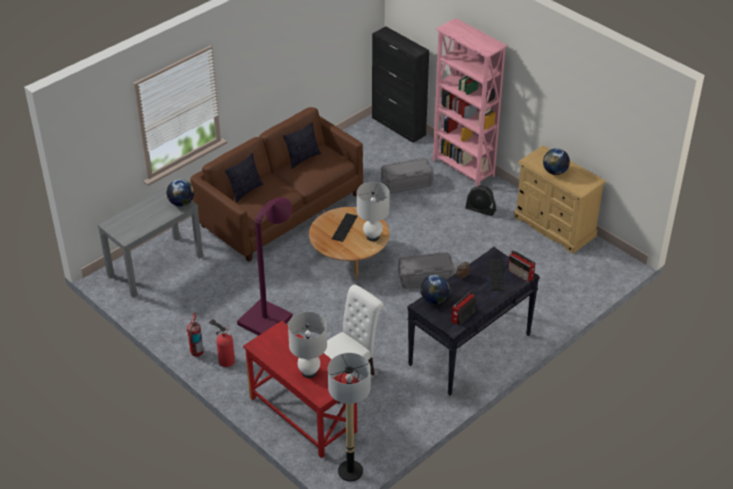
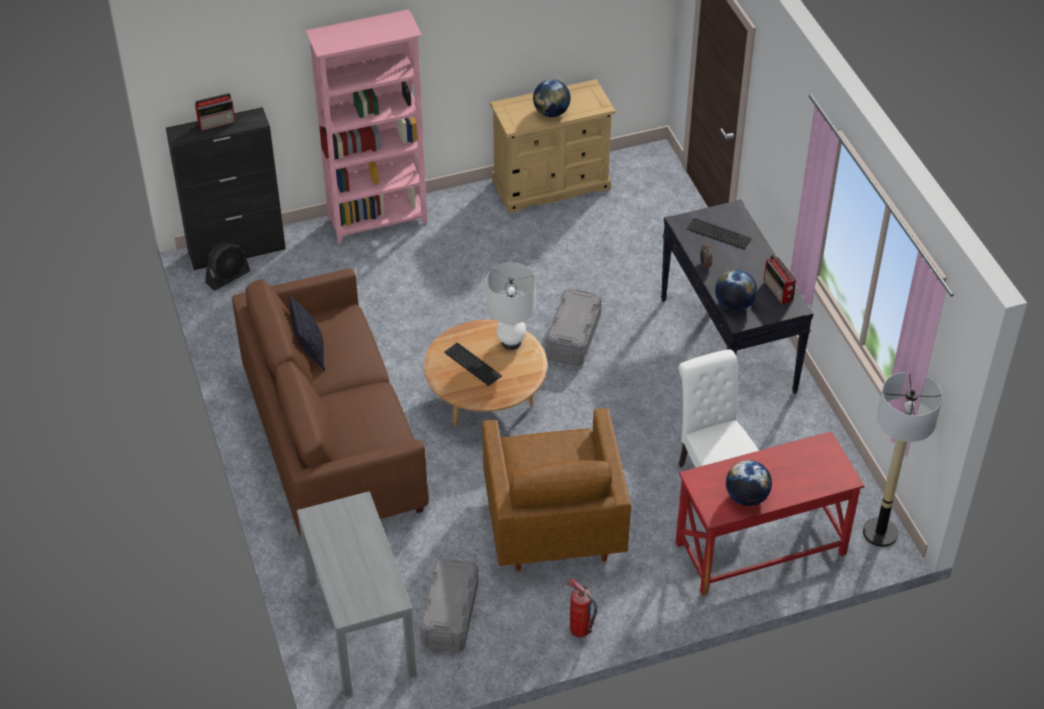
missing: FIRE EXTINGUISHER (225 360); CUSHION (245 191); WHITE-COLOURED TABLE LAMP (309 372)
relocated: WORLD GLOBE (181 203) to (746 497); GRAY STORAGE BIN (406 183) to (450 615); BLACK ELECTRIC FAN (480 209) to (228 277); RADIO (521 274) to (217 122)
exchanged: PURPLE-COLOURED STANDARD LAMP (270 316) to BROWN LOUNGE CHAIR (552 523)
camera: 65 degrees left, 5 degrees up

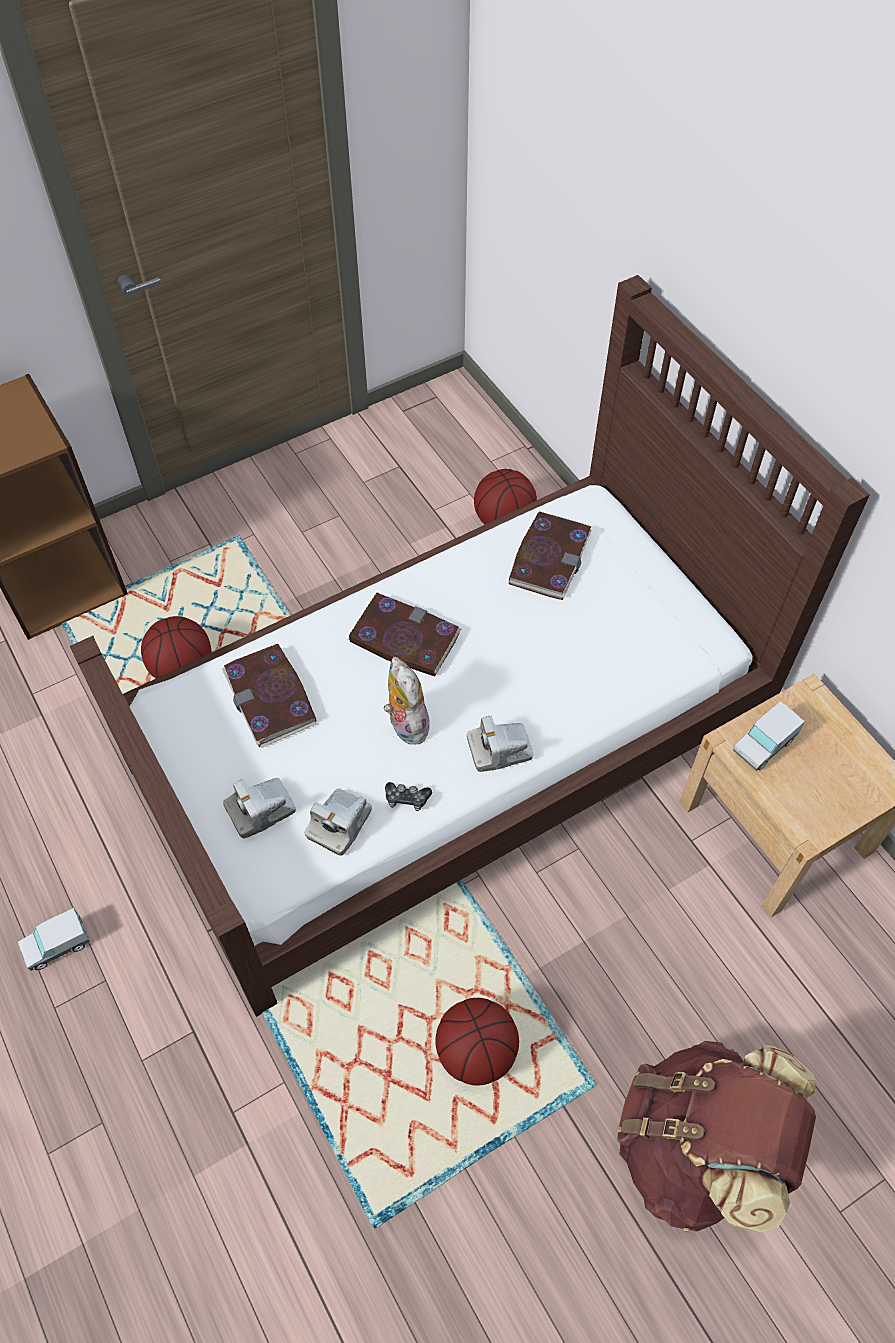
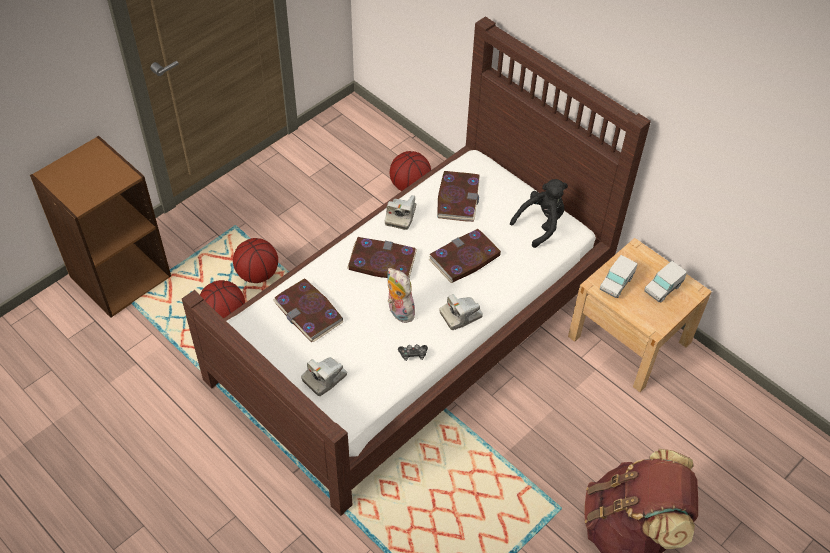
appeared: BOUND BOOK (464 258); BLACK PLUSH TOY (541 224)
relocated: TOY LORRY (57 946) to (663 289); STILL CAMERA (339 824) to (400 216); BASKETBALL BALL (476 1051) to (258 273)
camera: 15 degrees left, 5 degrees down

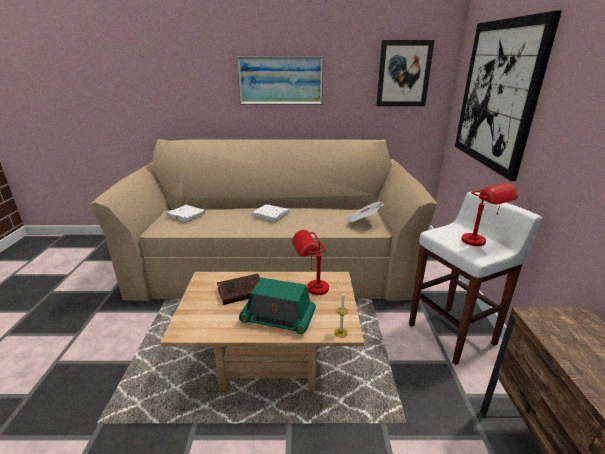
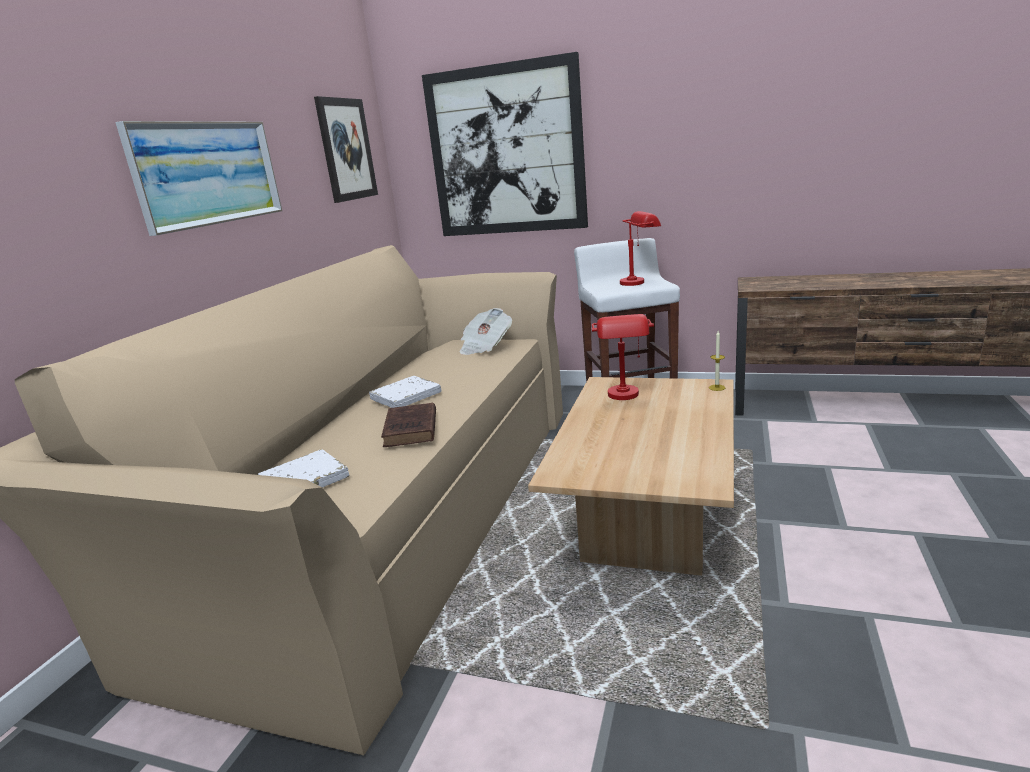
missing: RADIO (278 318)
relocated: BROWN BOUND BOOK (240 292) to (411 430)
camera: 70 degrees left, 5 degrees down

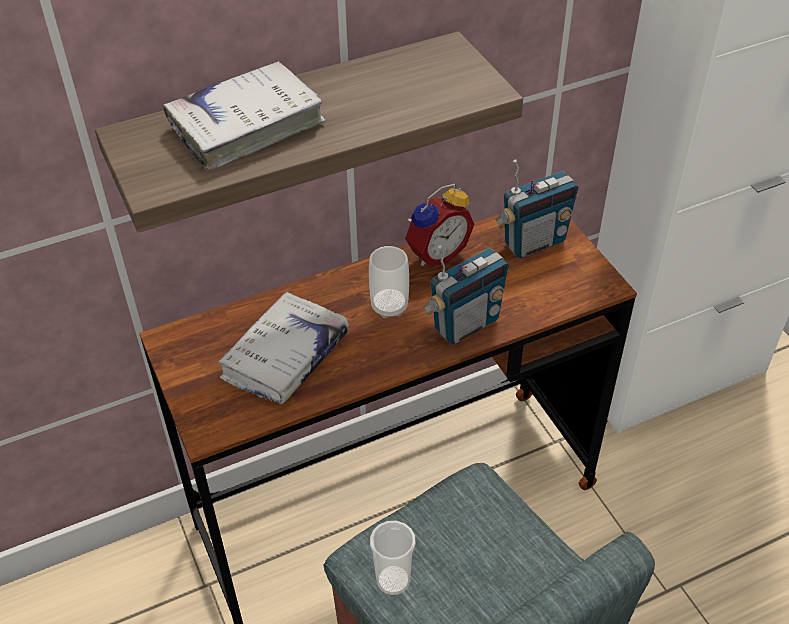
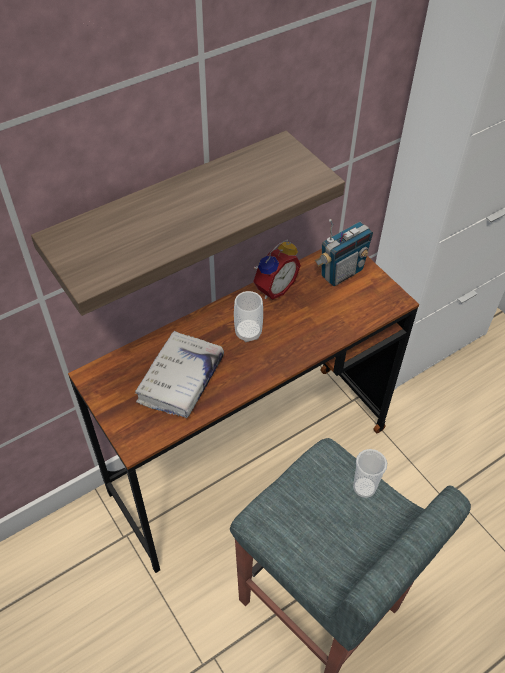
missing: WHITE-COLOURED BOUND BOOK (246 125); RADIO (465 324)
relocated: DRINKING CUP (393 580) to (364 487)
camera: 10 degrees left, 5 degrees up

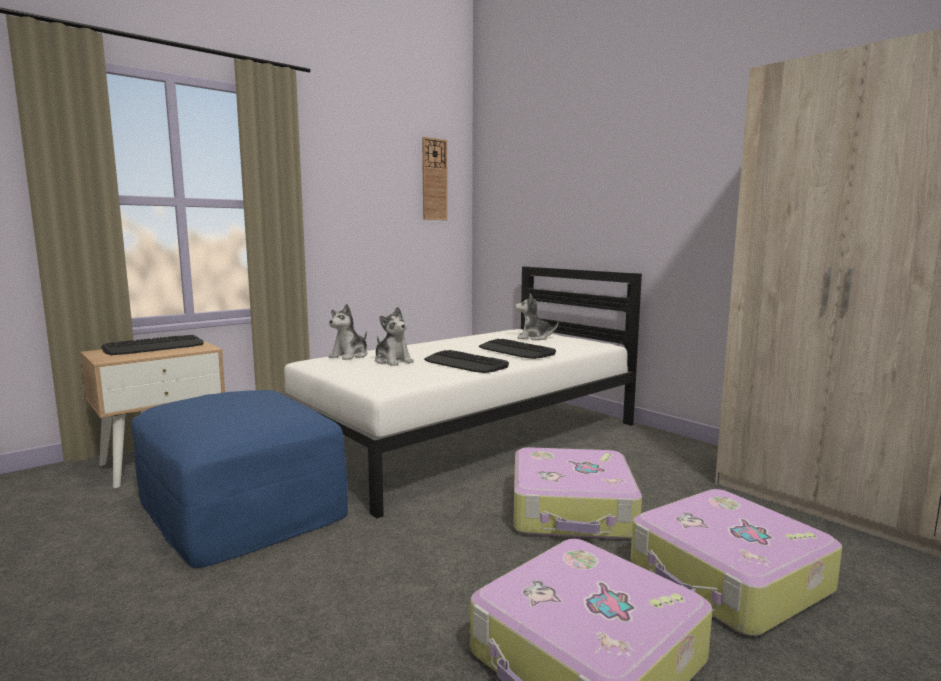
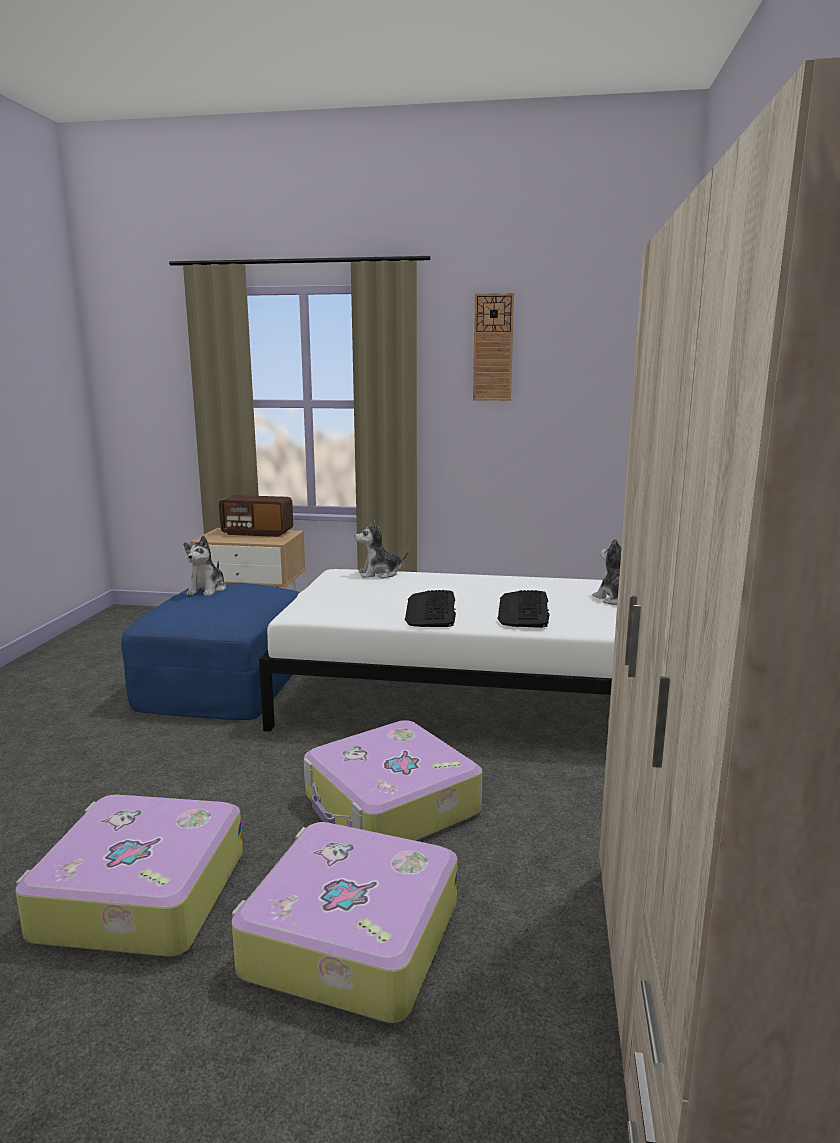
relocated: PLUSH TOY (393 361) to (207 590); CLOCK ON THE WALL (434 179) to (493 347)
exchanged: COMPUTER KEYBOARD (155 347) to RADIO (257 533)
camera: 50 degrees right, 5 degrees up

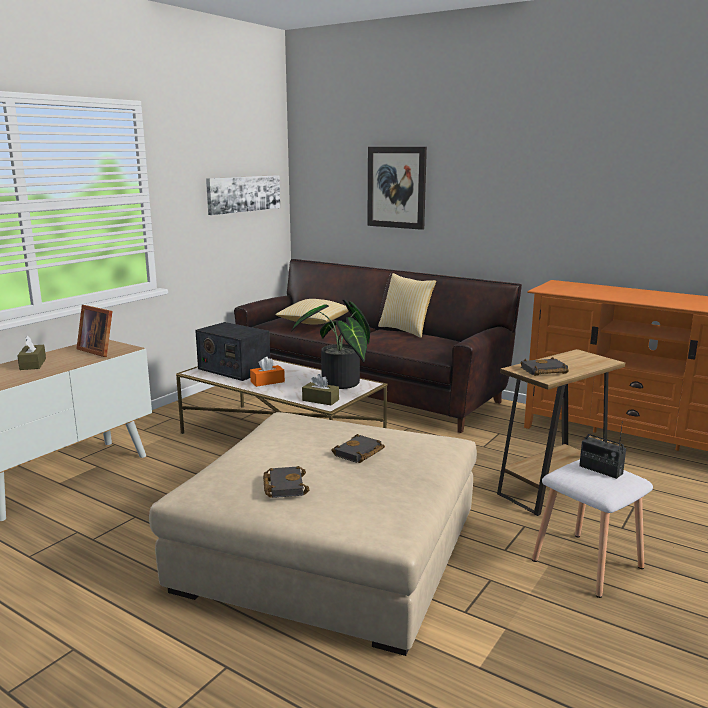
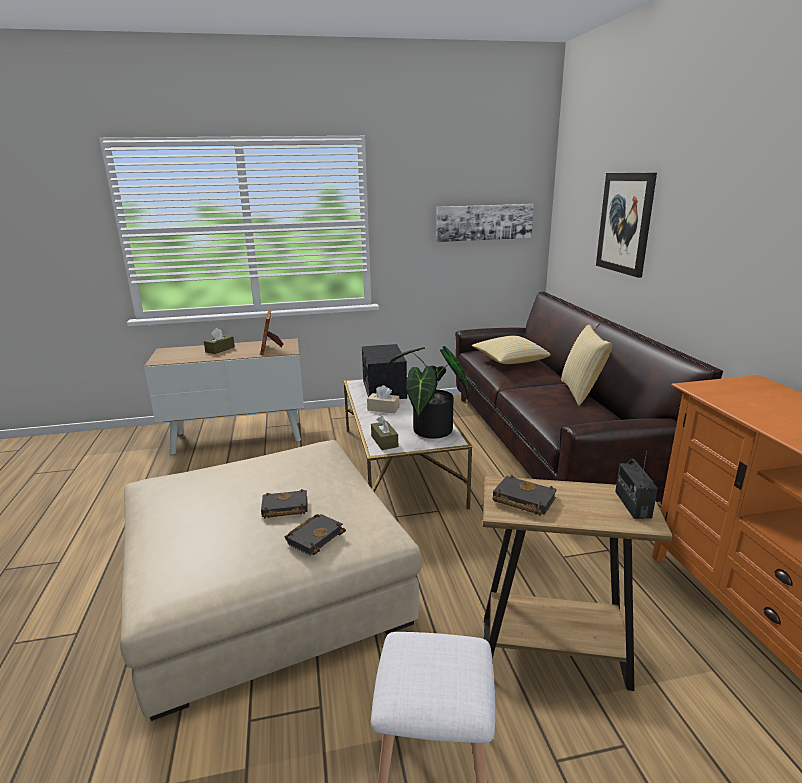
relocated: BLACK BOUND BOOK (283 486) to (315 536); RADIO (600 470) to (632 504)
colour: ORANGE-COLOURED TISSUE BOX (267 382) to BEIGE TISSUE BOX (383 408)
camera: 45 degrees right, 5 degrees up

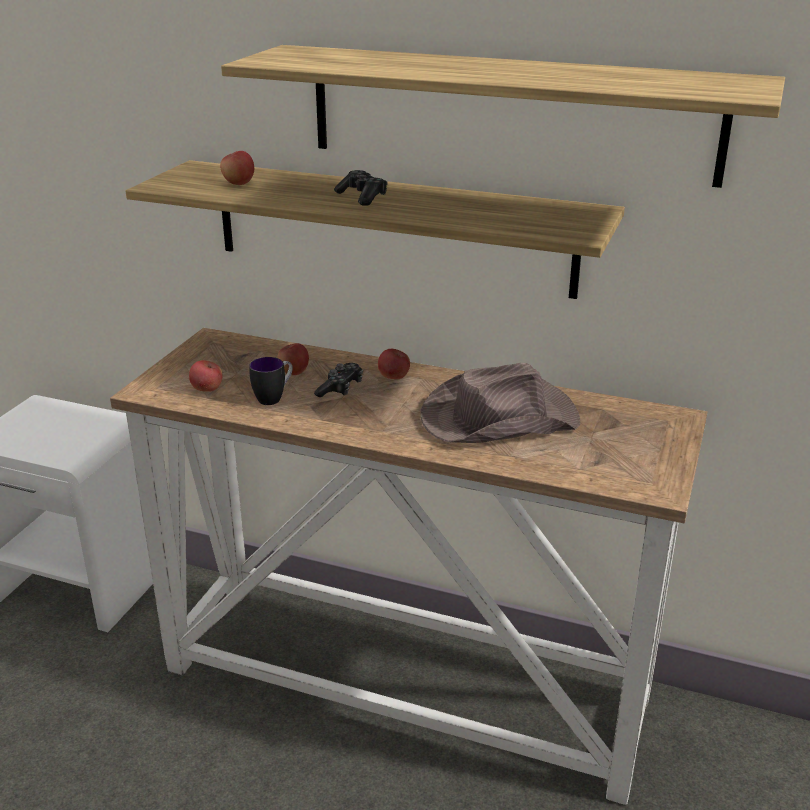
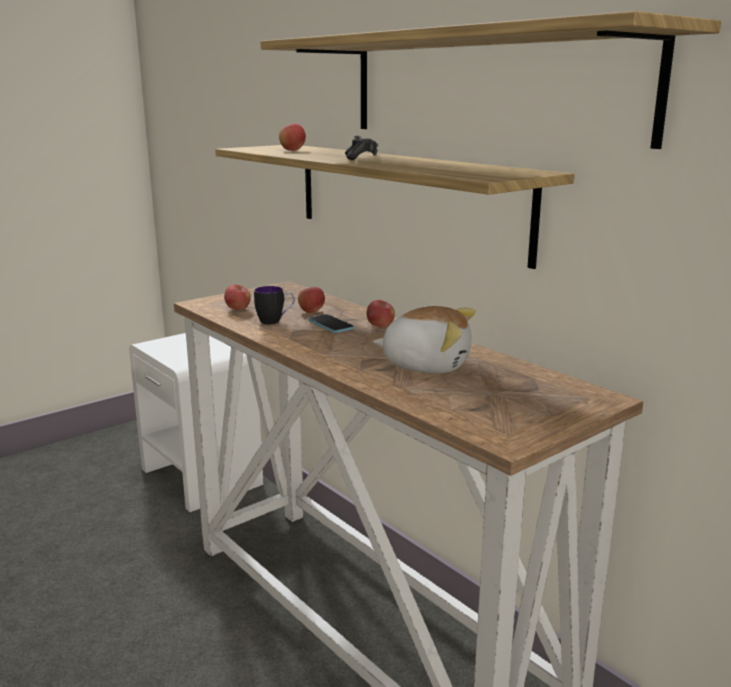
exchanged: JOYPAD (341 388) to TELEPHONE (330 325); BROWN WEARABLE HAT (497 419) to PLUSH TOY (426 364)
camera: 30 degrees right, 10 degrees down

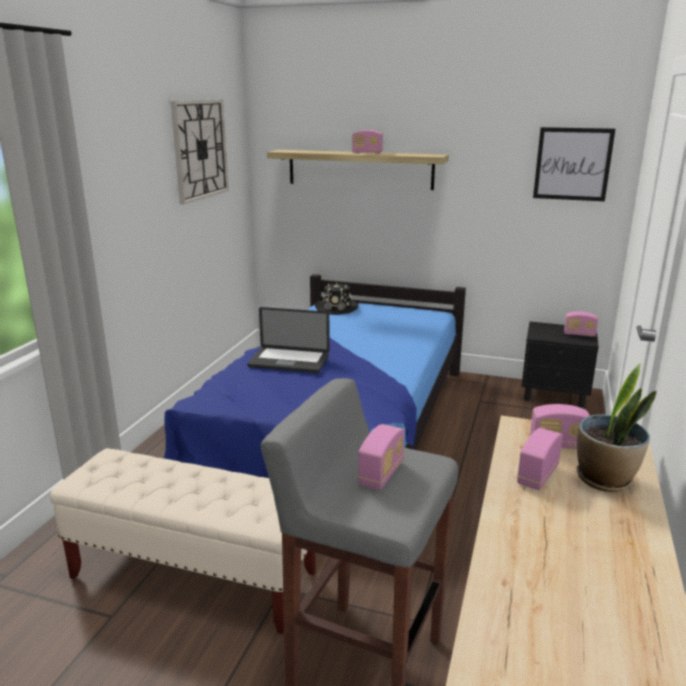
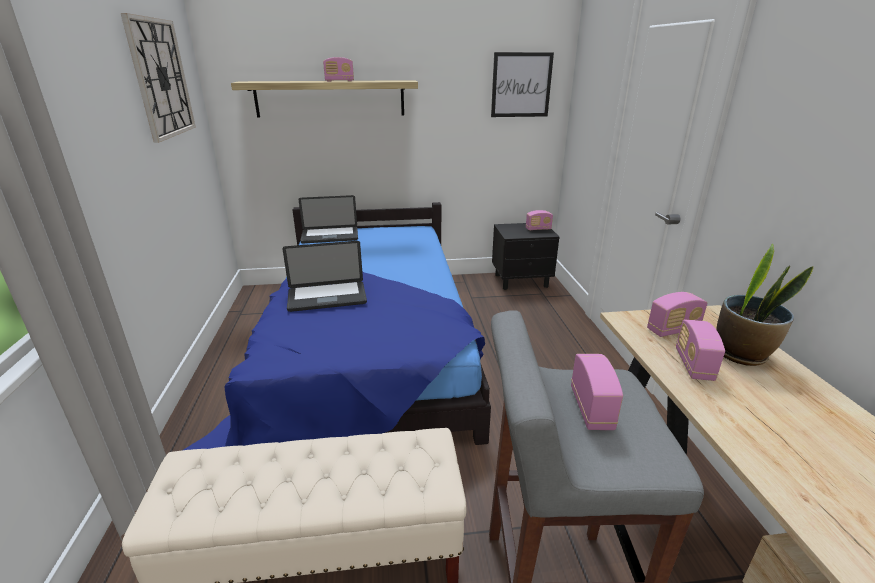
exchanged: BLACK WEARABLE HAT (337 308) to PORTABLE COMPUTER (330 236)
camera: 25 degrees left, 5 degrees up

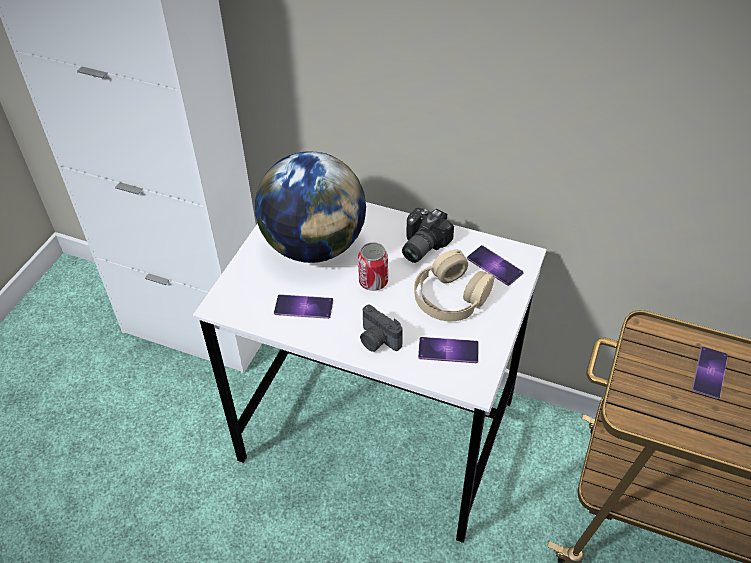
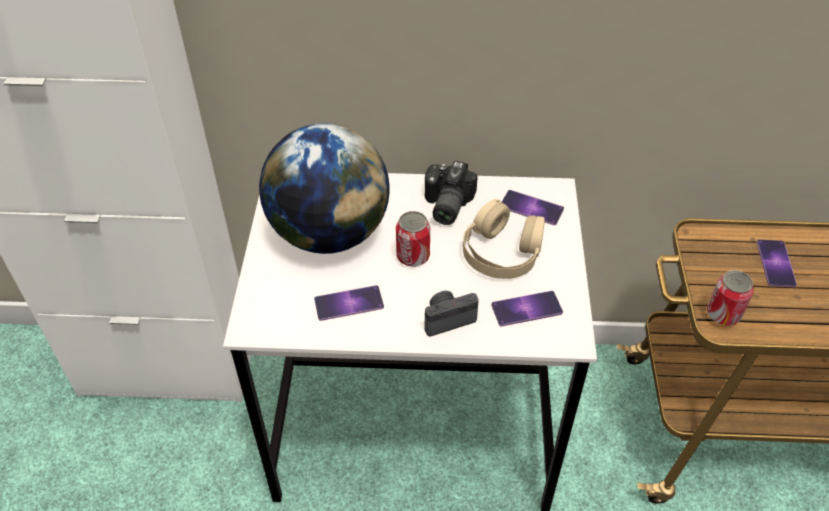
appeared: CAN (723 314)
spun: STILL CAMERA (377 340) = (447 319) 135 degrees clockwise
camera: 20 degrees left, 0 degrees up

